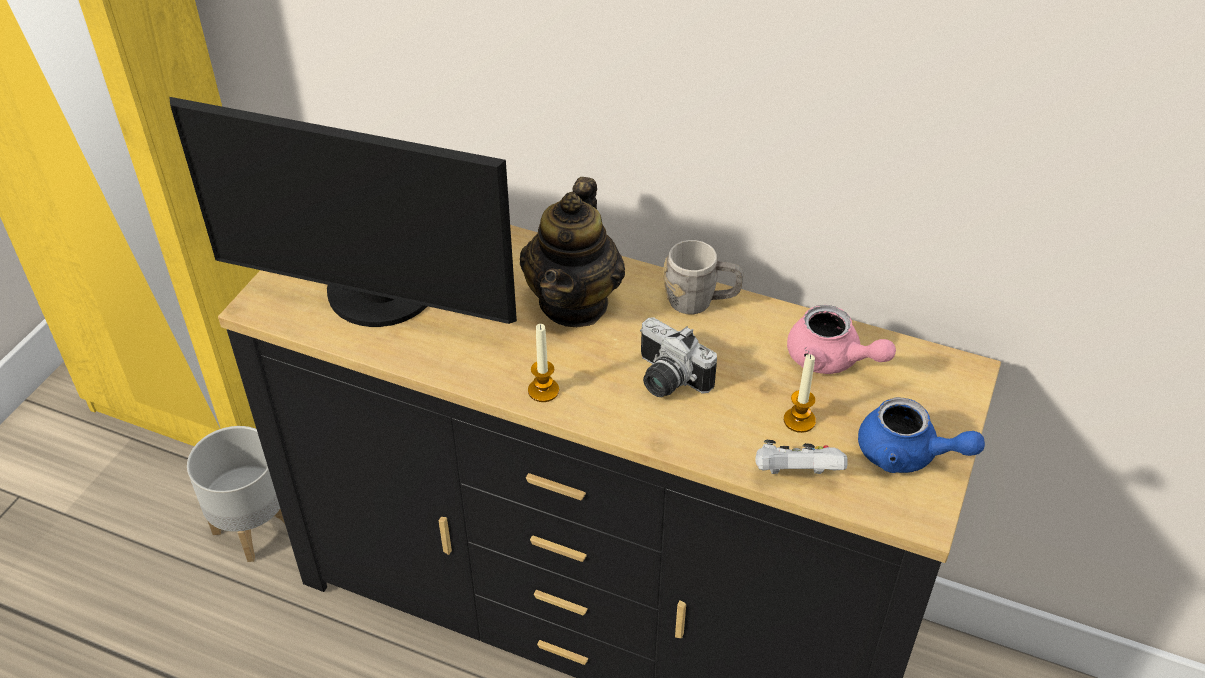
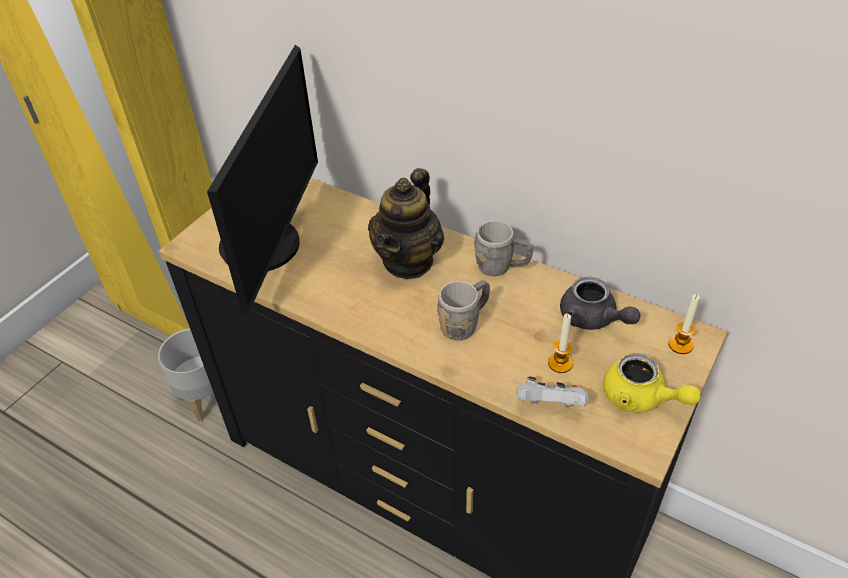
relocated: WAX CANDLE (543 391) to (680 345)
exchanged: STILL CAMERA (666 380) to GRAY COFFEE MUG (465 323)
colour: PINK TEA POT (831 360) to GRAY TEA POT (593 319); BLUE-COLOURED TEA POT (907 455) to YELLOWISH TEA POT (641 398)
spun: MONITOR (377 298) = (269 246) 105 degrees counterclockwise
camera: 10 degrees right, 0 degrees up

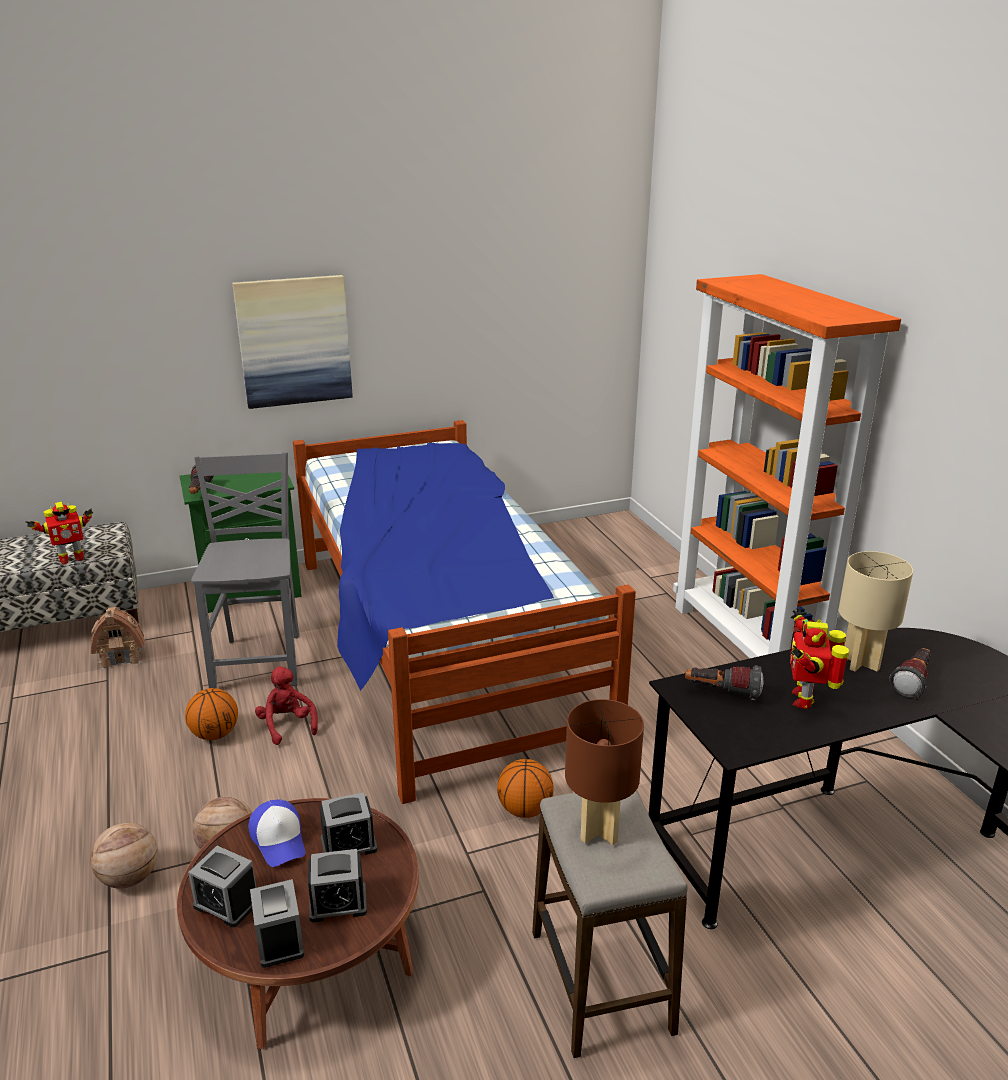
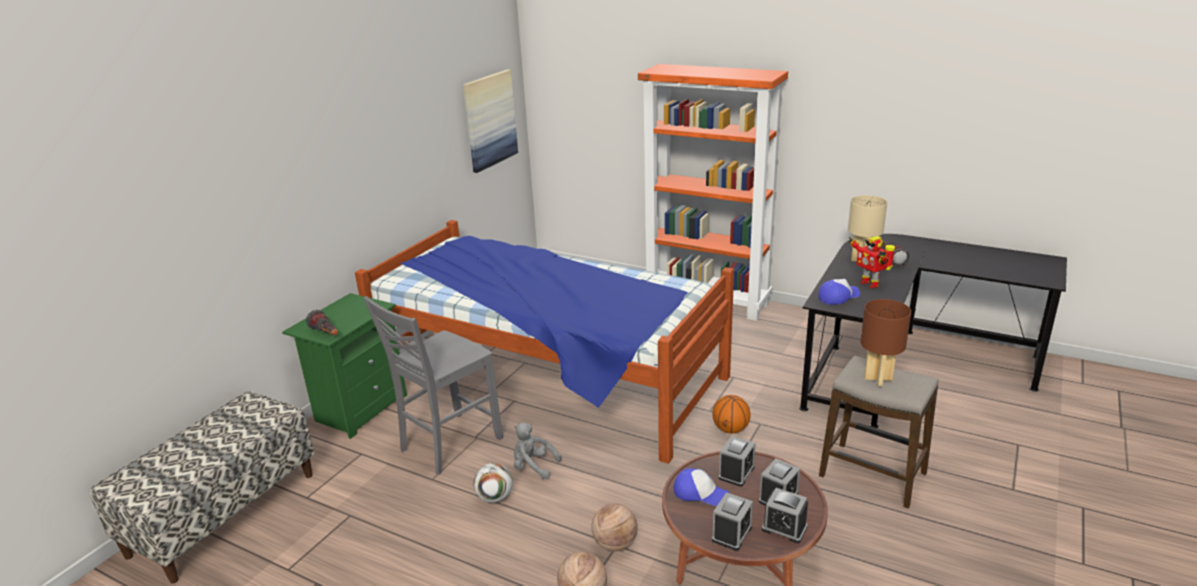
missing: MODEL ROBOT (71 559); MINIATURE HOUSE (122 656)
relocated: WALL PICTURE (294 341) to (490 120)
exchanged: BASKETBALL BALL (215 734) to FOOTBALL BALL (495 498); TORCH (722 693) to PEAKED CAP (838 297)
colour: REDDISH PLUSH TOY (287 725) to GRAY PLUSH TOY (533 466)
spun: ALARM CLOCK (227 903) = (732 533) 45 degrees counterclockwise; GRAY UPRIGHT CHAIR (260 661) = (448 444) 90 degrees counterclockwise
camera: 40 degrees left, 0 degrees up

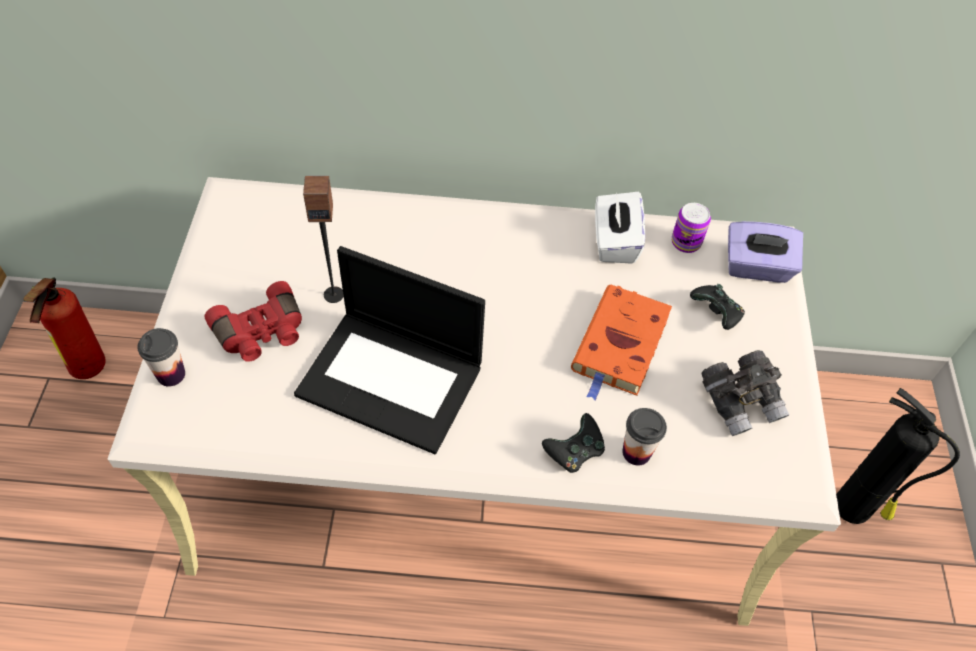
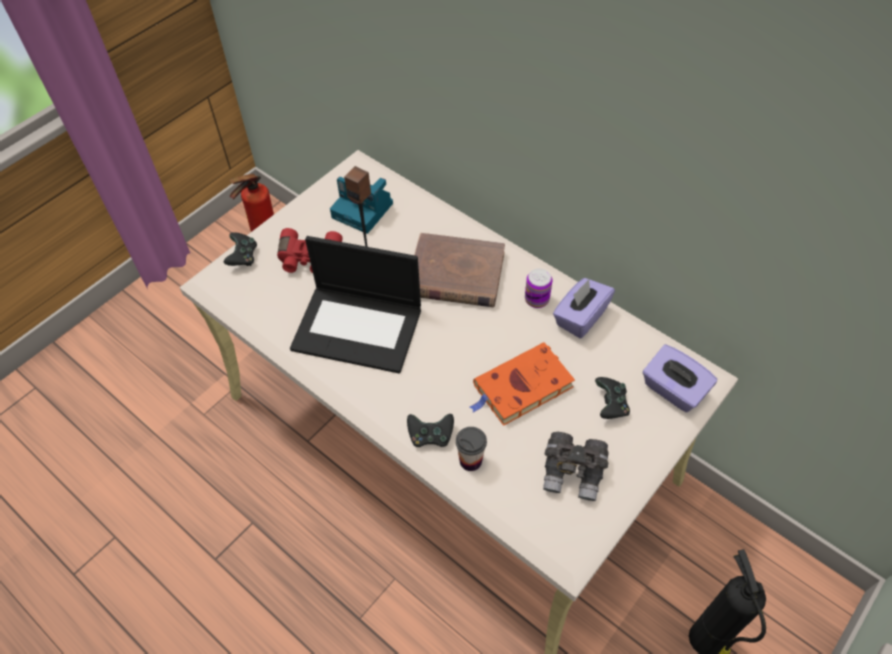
appeared: STILL CAMERA (364 210); BROWN BOUND BOOK (456 274)
relocated: CAN (686 242) to (537 299)
exchanged: DRINKING CUP (171 374) to BLACK JOYPAD (243 257)
colour: WHITE-COLOURED TISSUE BOX (614 242) to PURPLE-COLOURED TISSUE BOX (580 317)
spun: PORTABLE COMPUTER (393 380) = (359 328) 45 degrees counterclockwise
camera: 40 degrees right, 0 degrees up

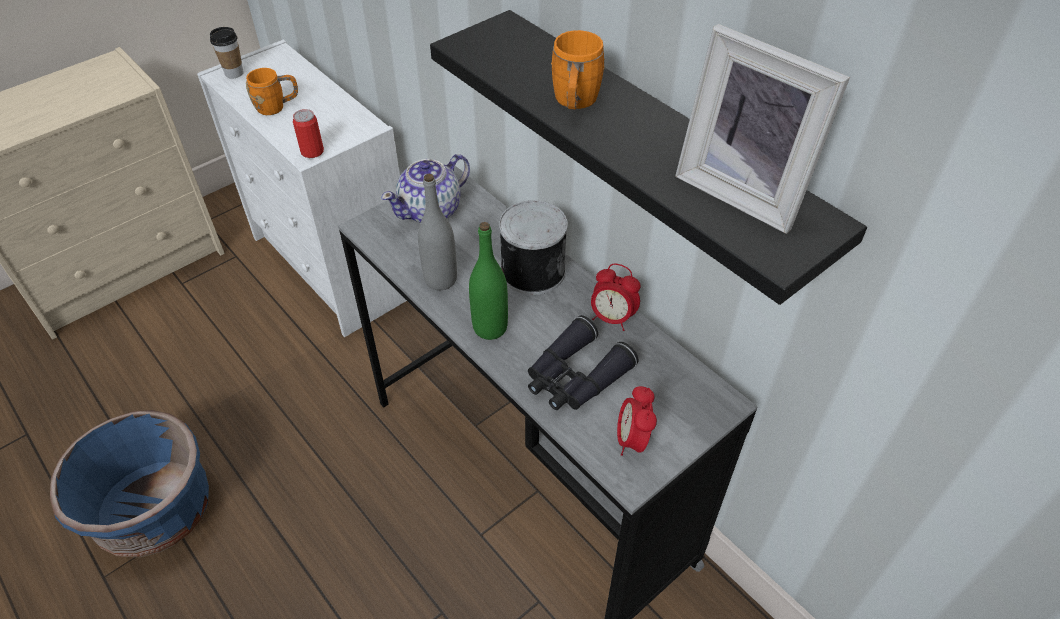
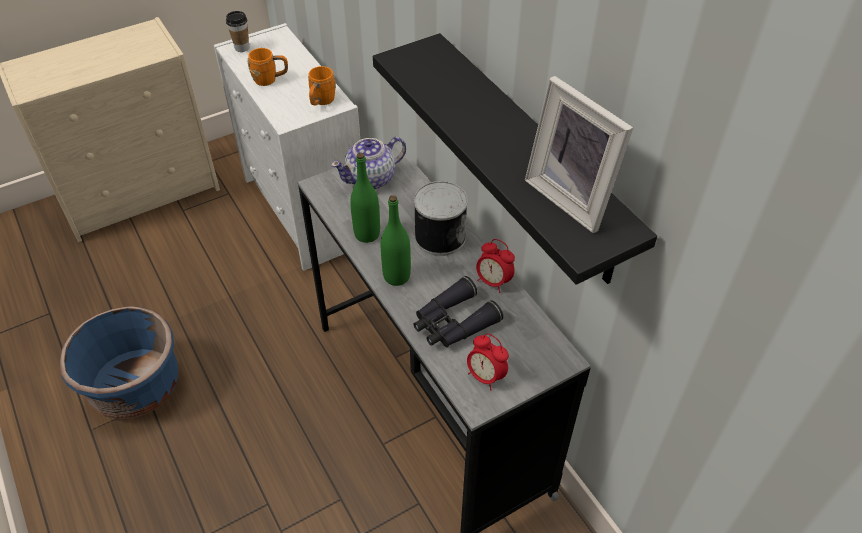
missing: CAN (312 151)
relocated: ORANGE-COLOURED COFFEE MUG (574 103) to (321 102)
colour: GRAY BOTTLE (440 279) to GREENISH BOTTLE (367 234)
spun: ALARM CLOCK (632 440) = (485 376) 60 degrees counterclockwise
camera: 10 degrees right, 0 degrees up

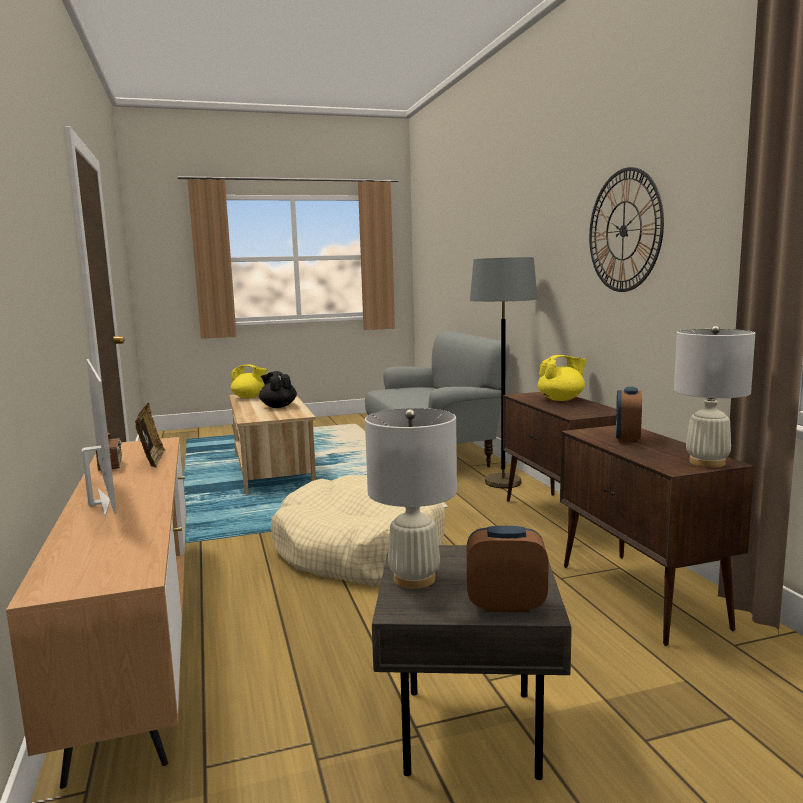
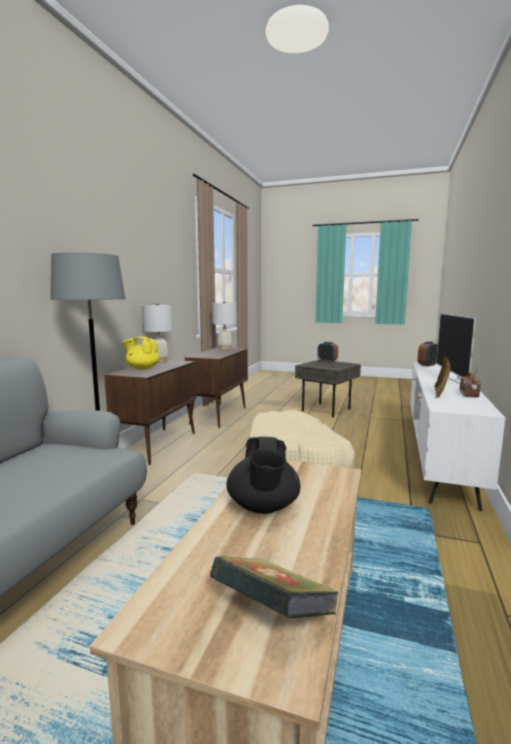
missing: CLOCK ON THE WALL (624 231)
relocated: WHITE-COLOURED TABLE LAMP (414 579) to (159 361); ALARM CLOCK (627 438) to (427 365)
exchanged: YELLOWISH TEA POT (249 397) to BOUND BOOK (272 615)
colour: BROWN TV UNIT (139 632) to WHITE-COLOURED TV UNIT (438 454)
camera: 145 degrees left, 0 degrees up

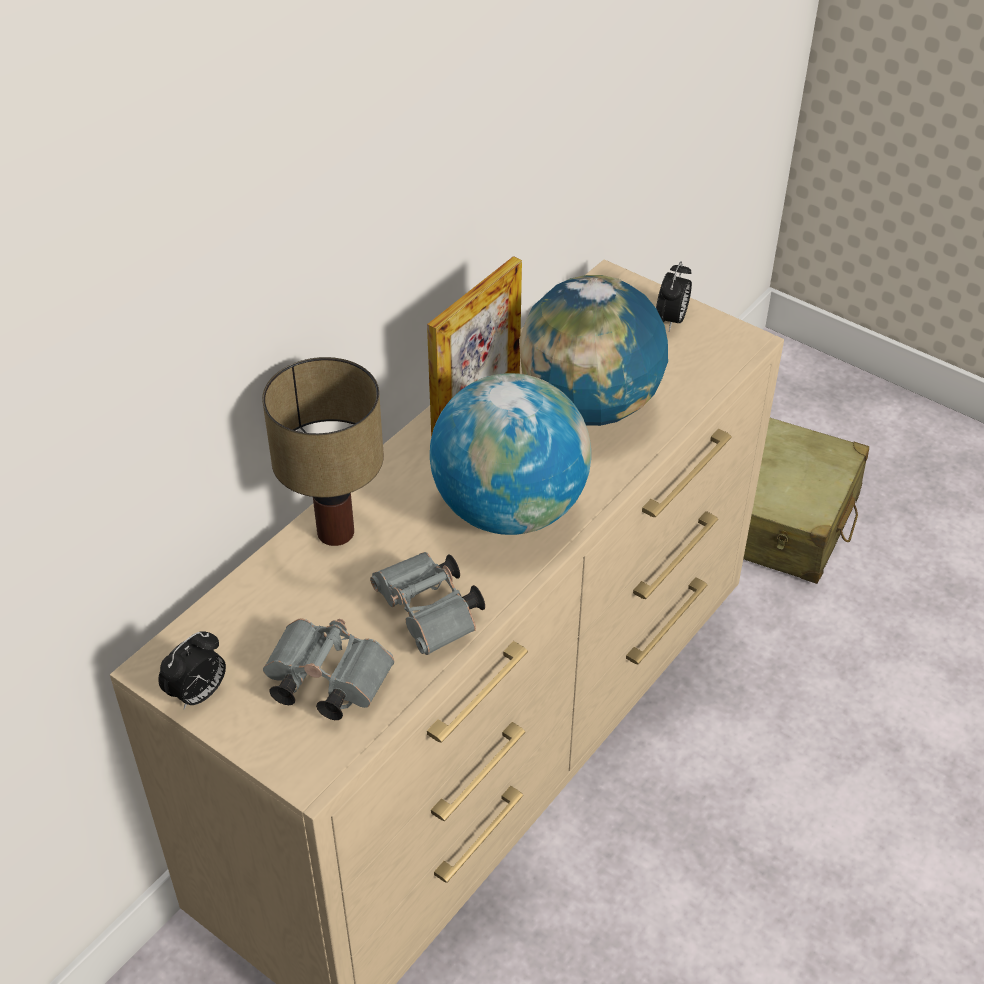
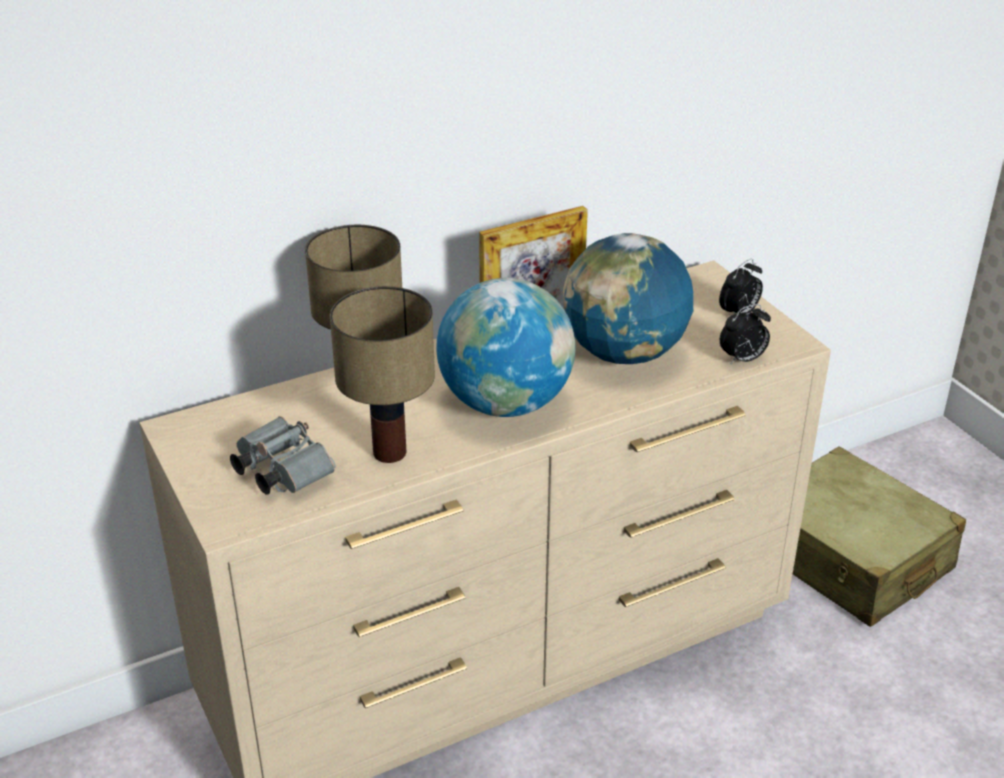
relocated: ALARM CLOCK (198 694) to (742 359)
exchanged: GRAY PAIR OF BINOCULARS (430 615) to TABLE LAMP (391 453)
camera: 25 degrees right, 10 degrees down

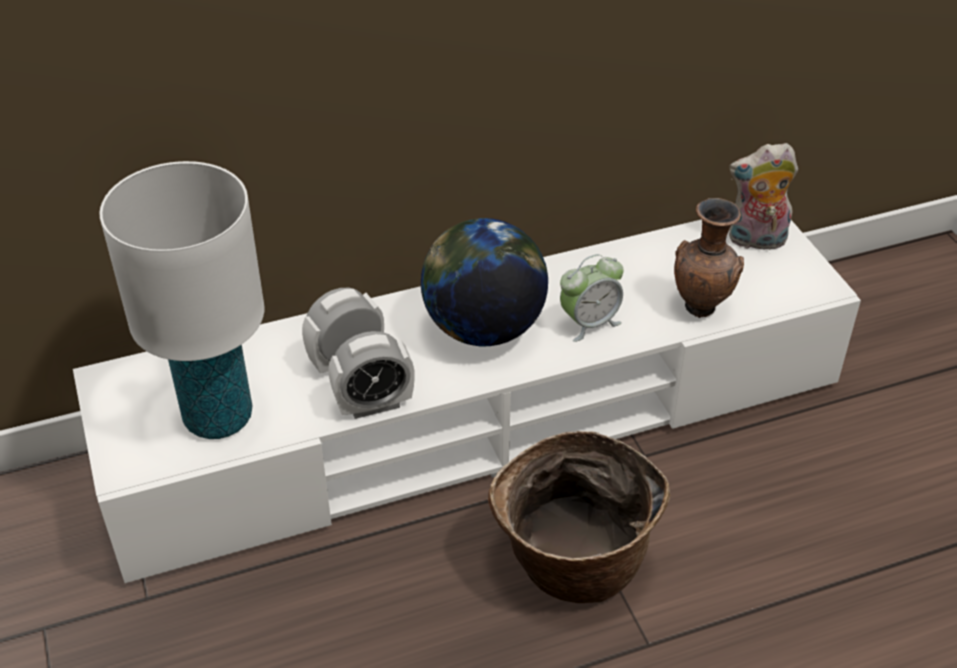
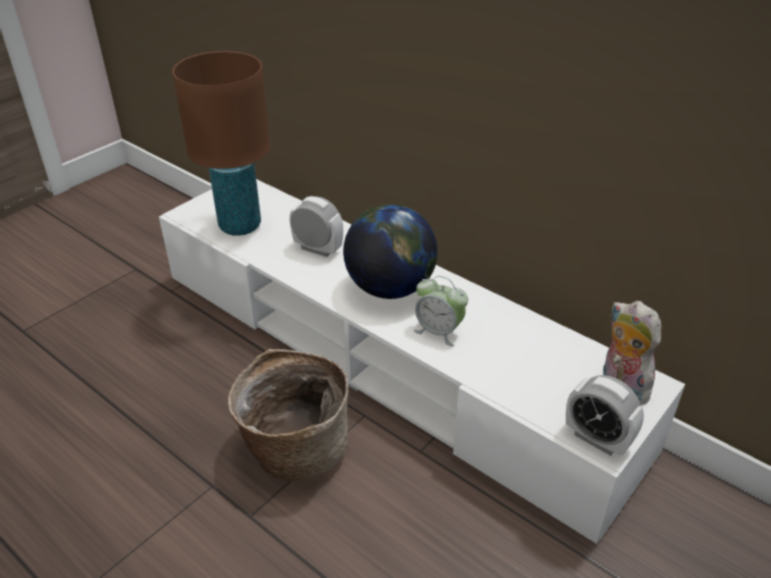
missing: BROWN VASE (702 307)
relocated: ALARM CLOCK (374 405) to (597 439)
colour: WHITE-COLOURED TABLE LAMP (218 418) to BROWN TABLE LAMP (239 226)
camera: 60 degrees right, 5 degrees down

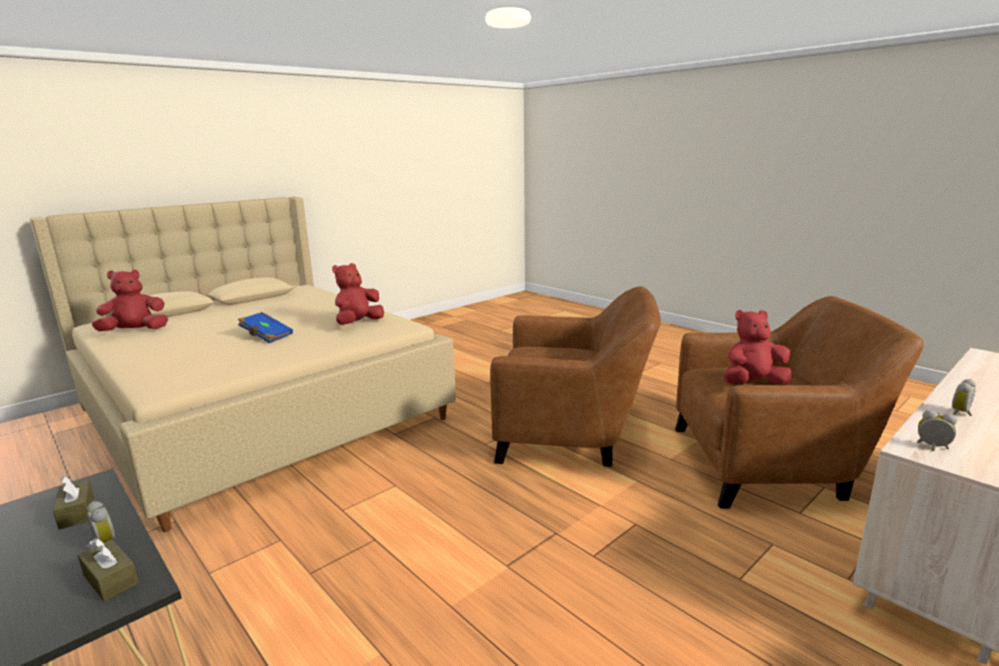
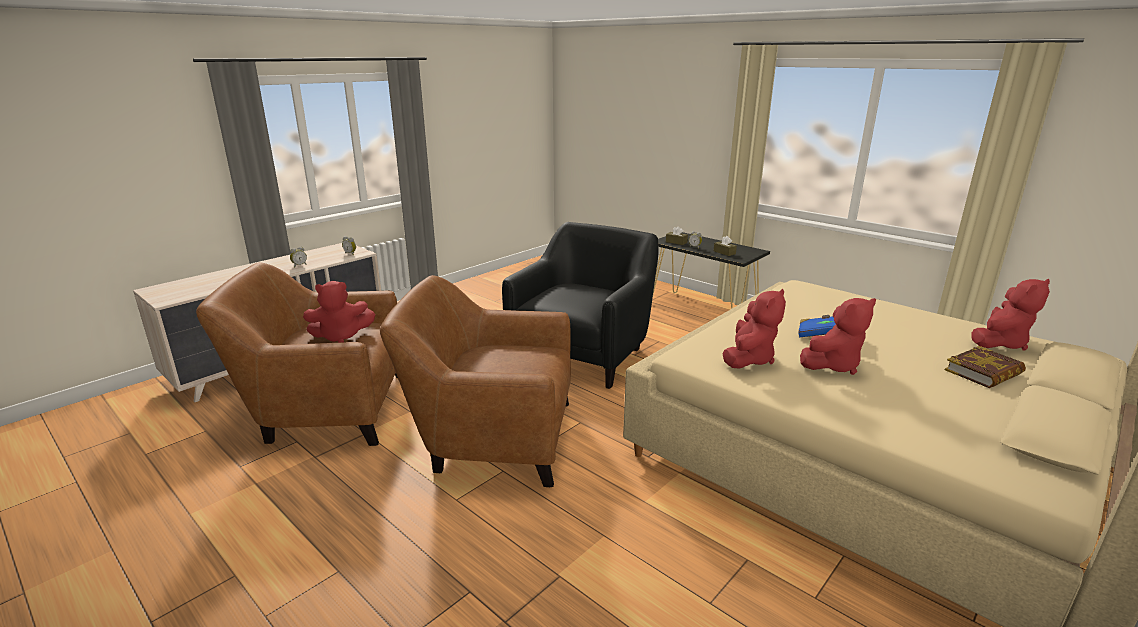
appeared: BLACK LOUNGE CHAIR (584 351); REDDISH PLUSH TOY (833 365); BOUND BOOK (984 372)
camera: 175 degrees right, 5 degrees up

